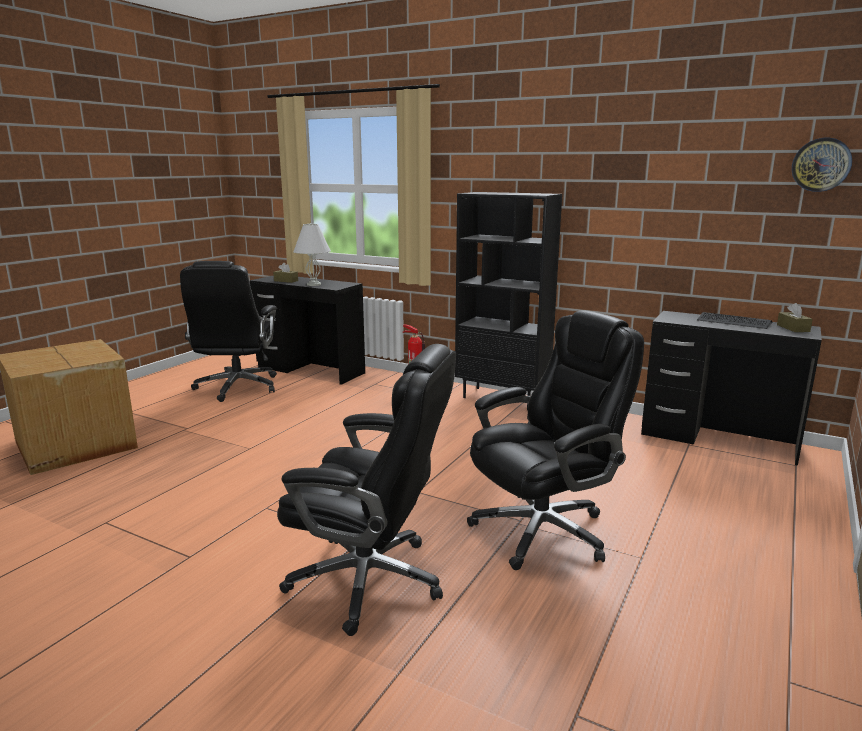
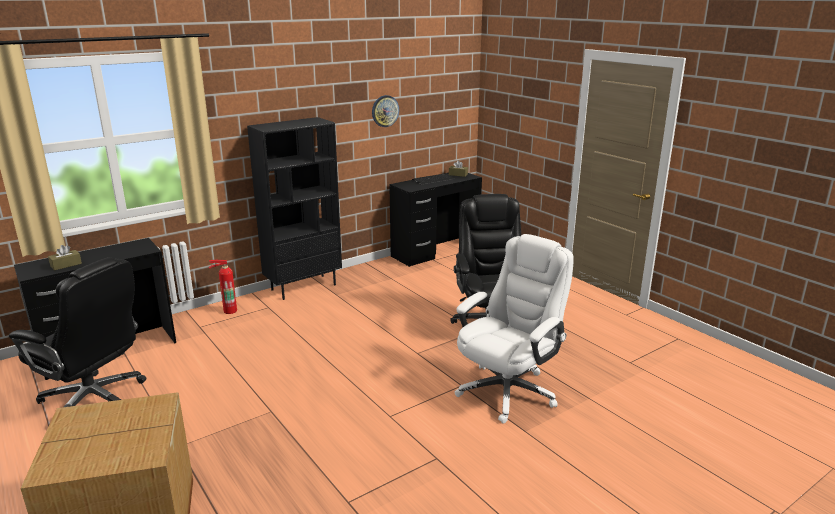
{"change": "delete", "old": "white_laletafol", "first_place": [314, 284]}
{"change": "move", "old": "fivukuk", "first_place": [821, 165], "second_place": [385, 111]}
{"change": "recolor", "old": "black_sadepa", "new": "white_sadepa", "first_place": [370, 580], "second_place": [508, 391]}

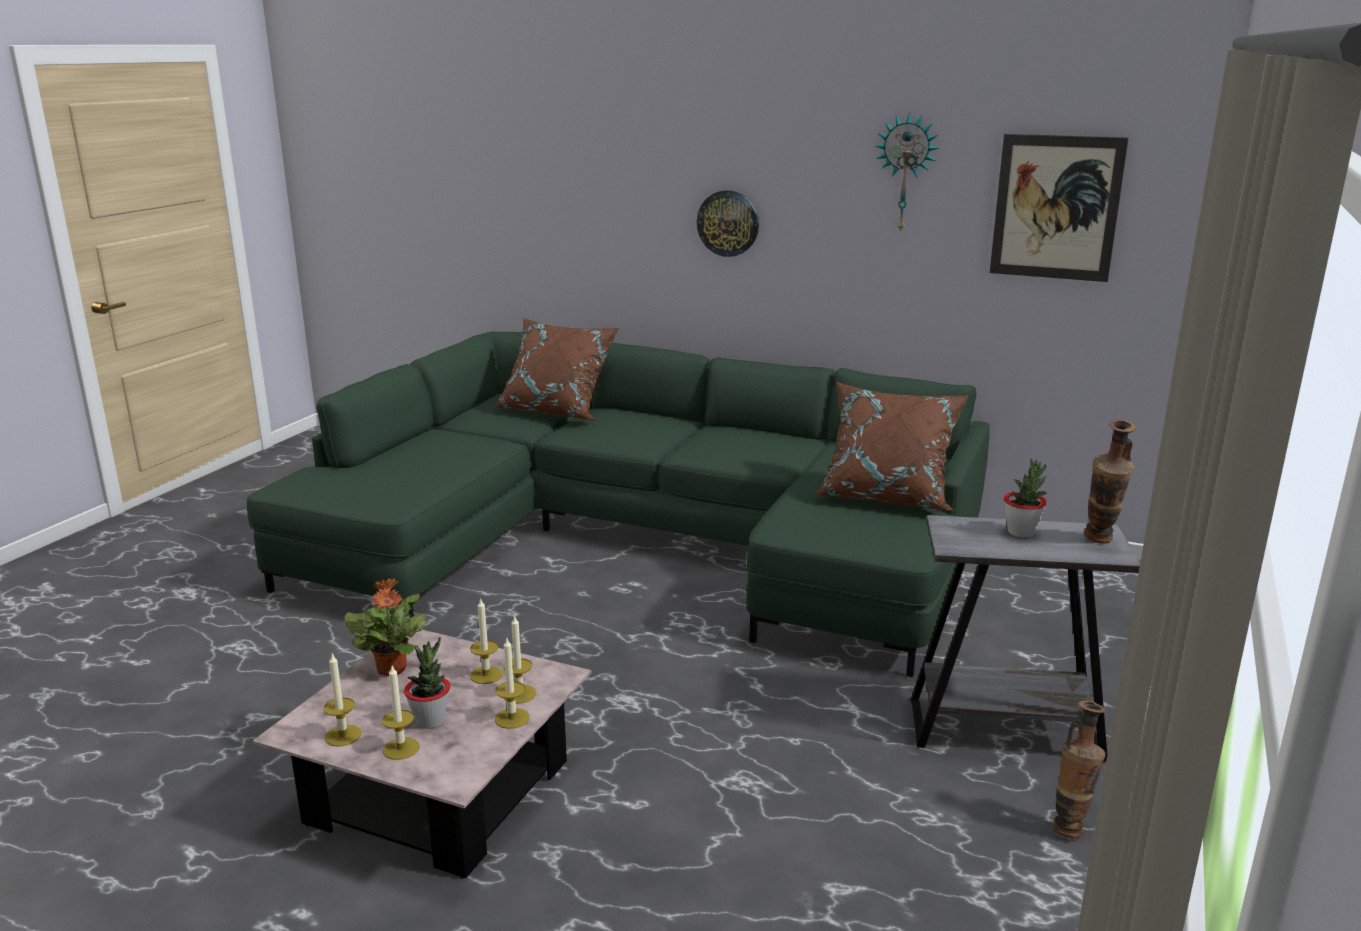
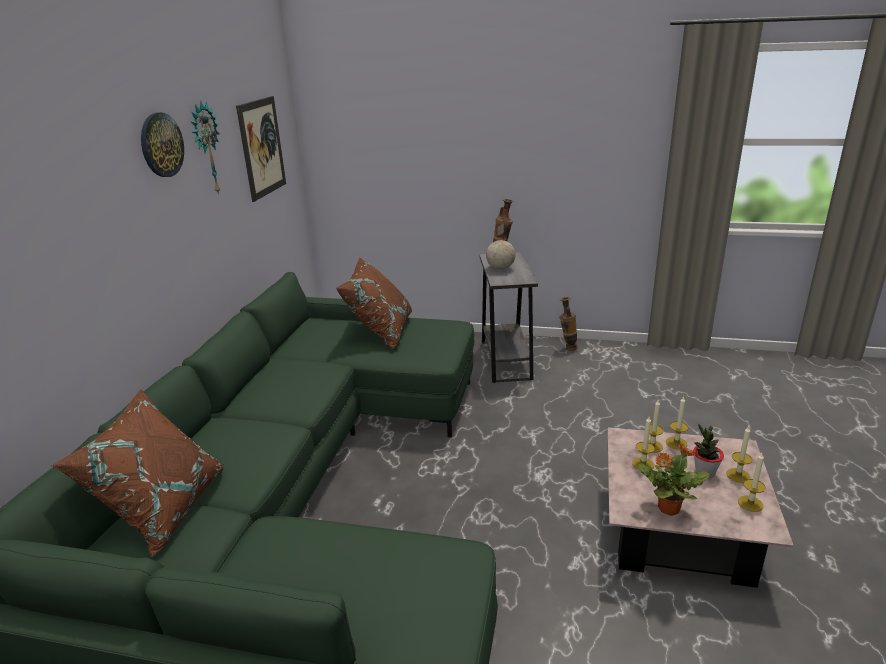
{"change": "move", "old": "fivukuk", "first_place": [728, 223], "second_place": [161, 145]}
{"change": "replace", "old": "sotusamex", "new": "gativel", "first_place": [1021, 532], "second_place": [501, 268]}

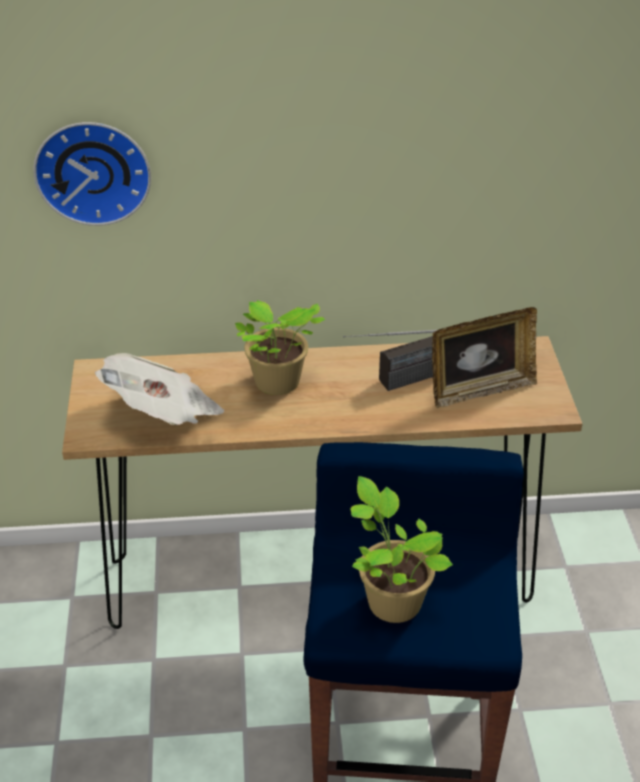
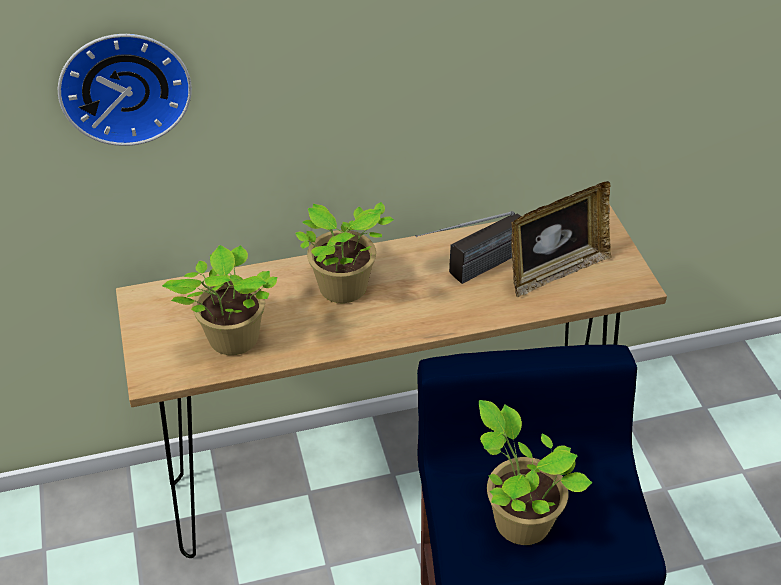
{"change": "replace", "old": "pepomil", "new": "sotusamex", "first_place": [164, 414], "second_place": [231, 340]}

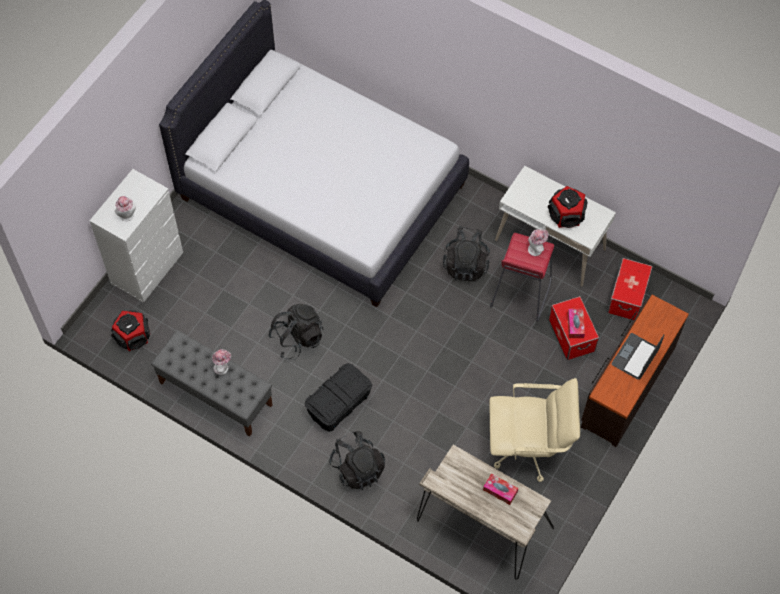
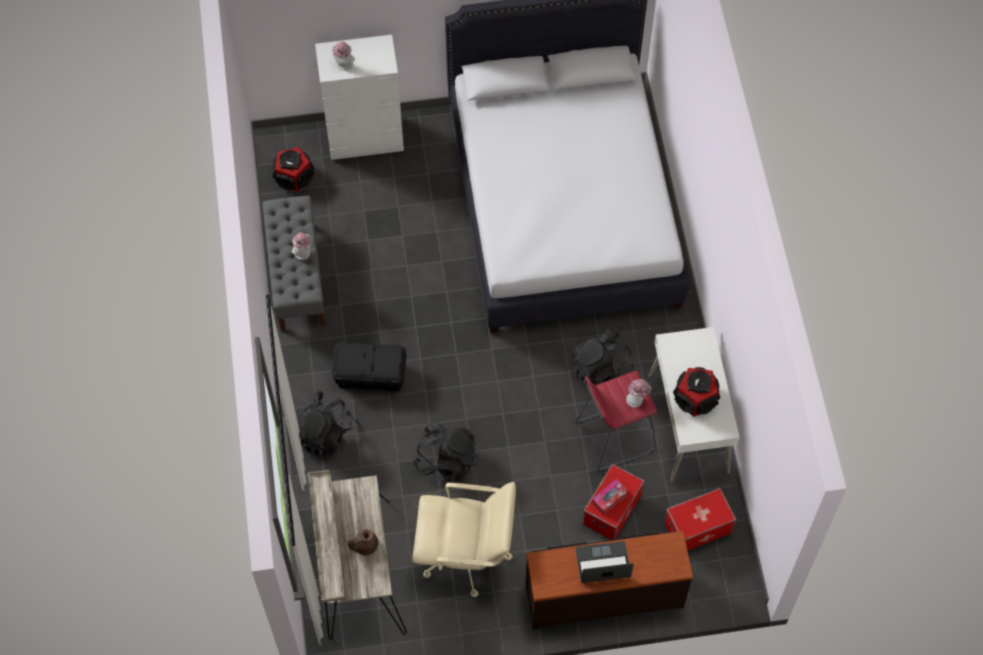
{"change": "move", "old": "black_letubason", "first_place": [297, 338], "second_place": [446, 460]}
{"change": "replace", "old": "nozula", "new": "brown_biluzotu", "first_place": [500, 491], "second_place": [364, 545]}
{"change": "rotate", "old": "beige_sadepa", "first_place": [528, 447], "second_place": [466, 555], "degrees": -45}

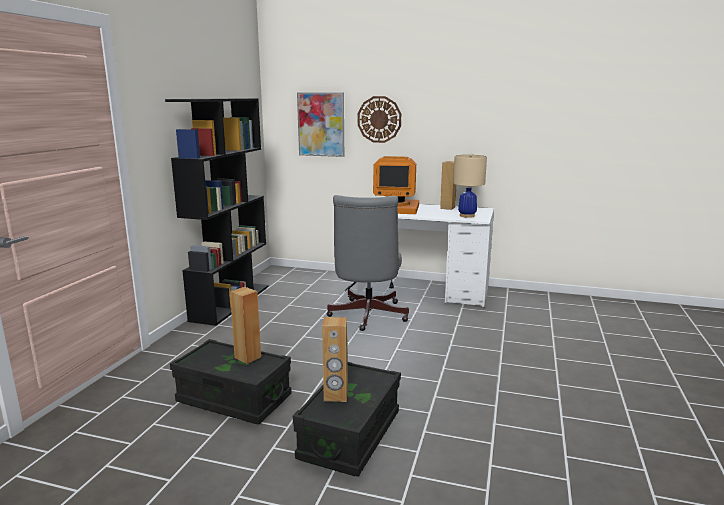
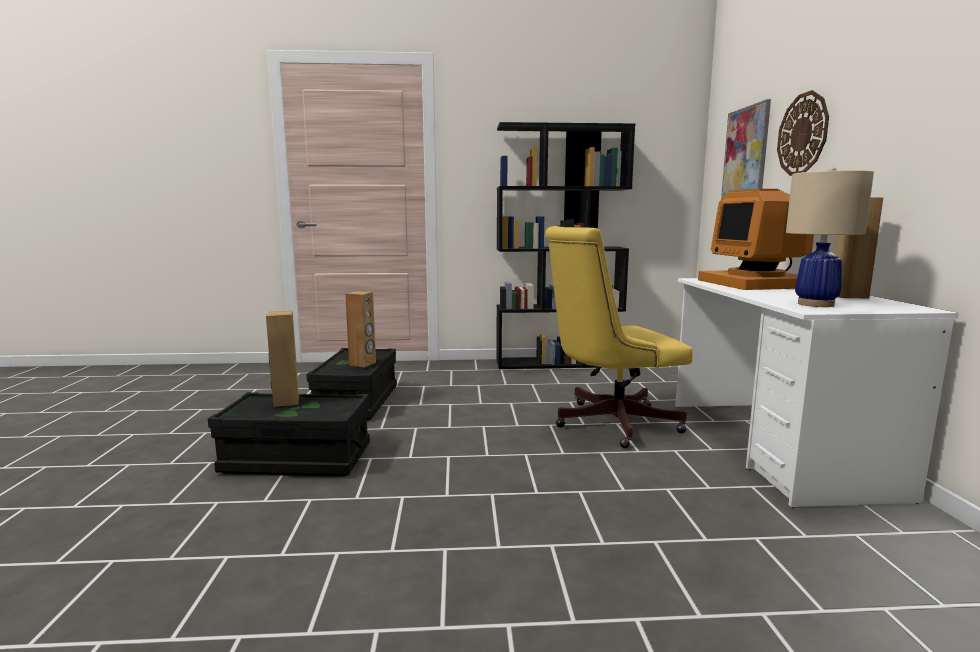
{"change": "recolor", "old": "grey_sadepa", "new": "yellow_sadepa", "first_place": [367, 316], "second_place": [608, 423]}

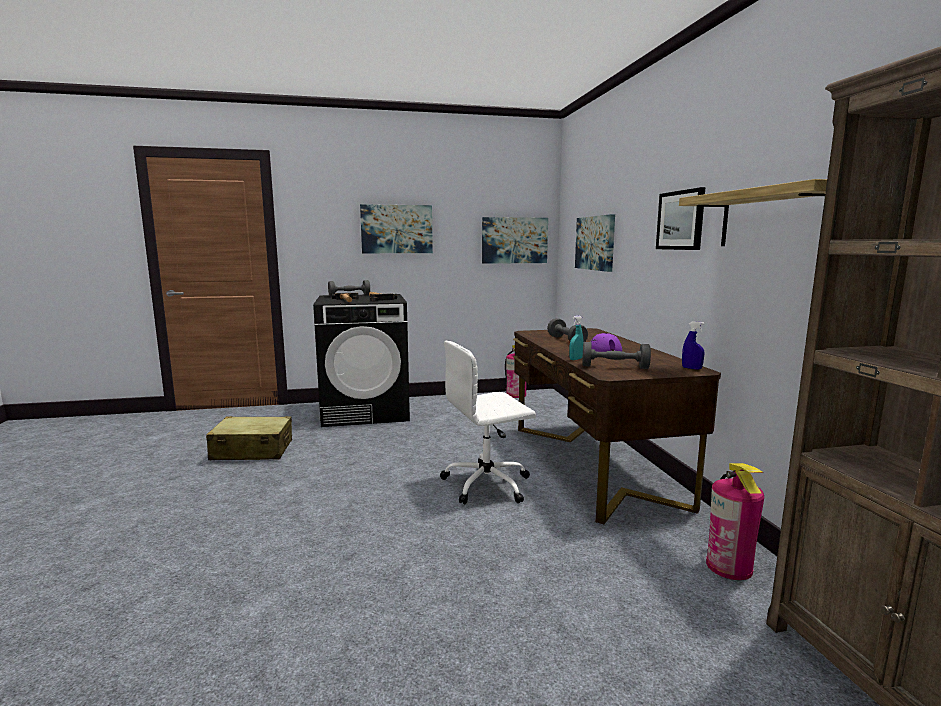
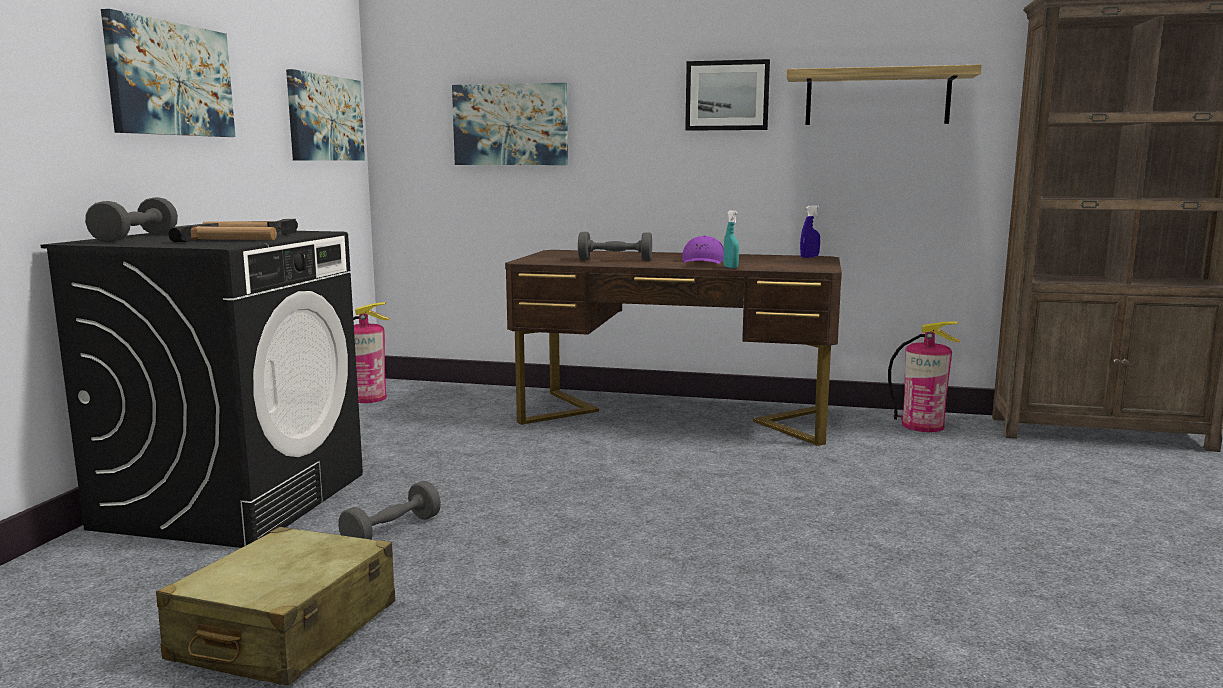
{"change": "delete", "old": "white_sadepa", "first_place": [488, 484]}
{"change": "move", "old": "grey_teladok", "first_place": [614, 367], "second_place": [392, 531]}

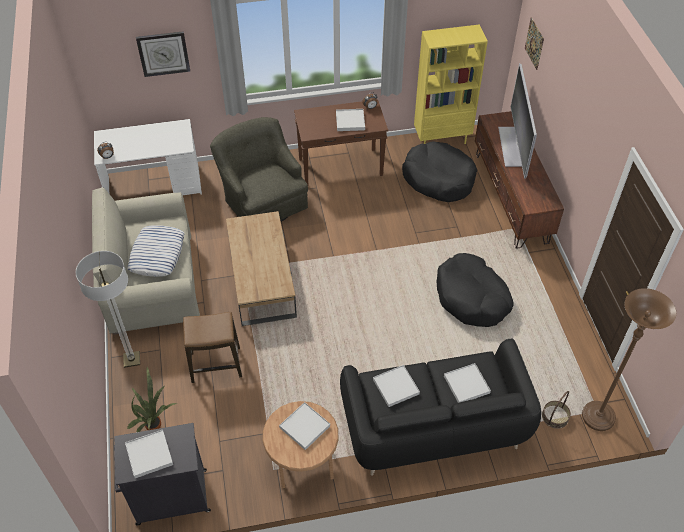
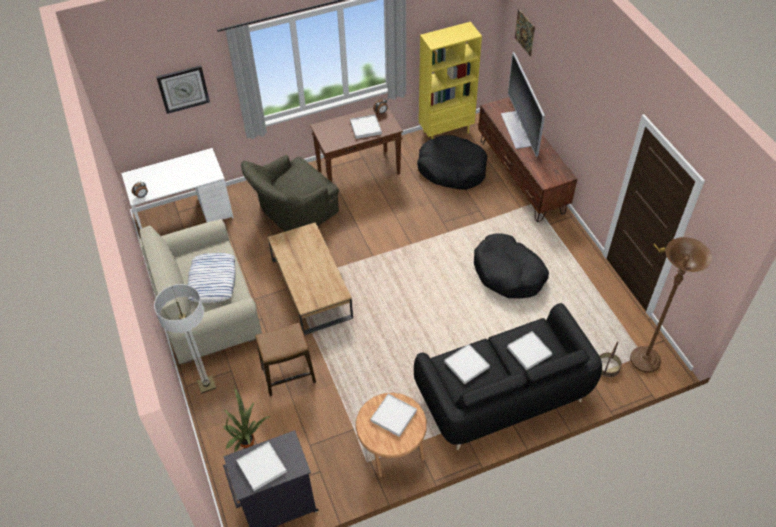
{"change": "rotate", "old": "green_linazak", "first_place": [263, 199], "second_place": [293, 213], "degrees": -90}

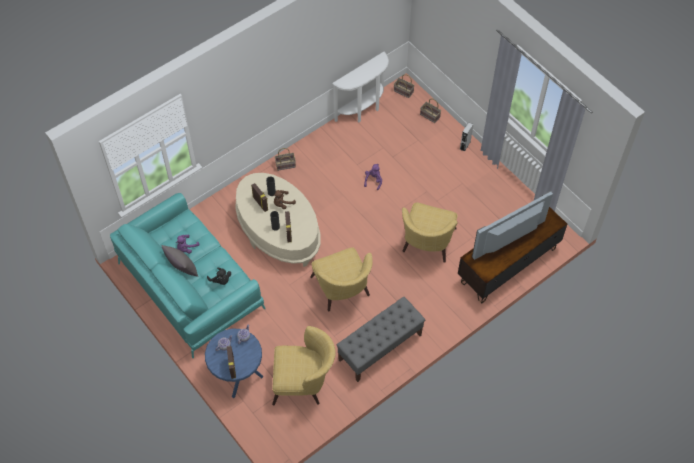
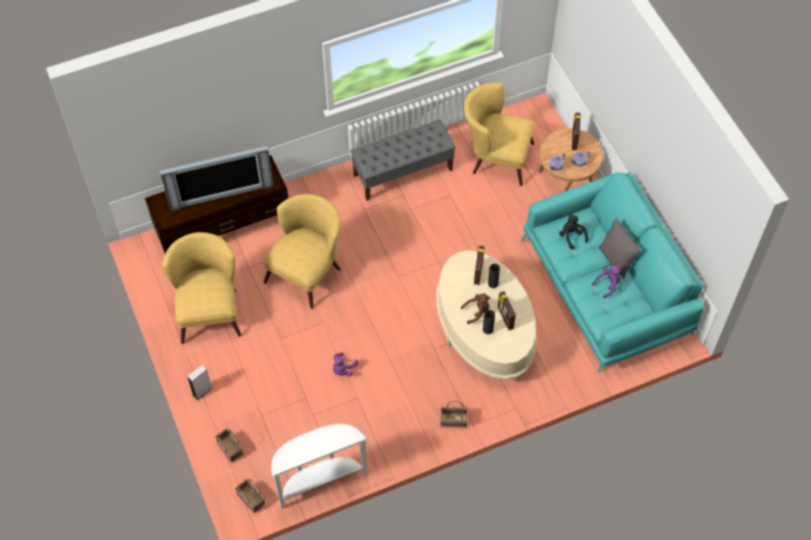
{"change": "move", "old": "yellow_linazak", "first_place": [342, 291], "second_place": [209, 309]}
{"change": "recolor", "old": "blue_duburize", "new": "brown_duburize", "first_place": [236, 372], "second_place": [566, 182]}

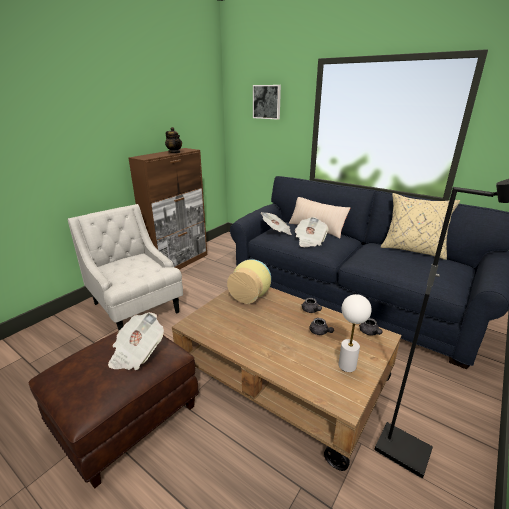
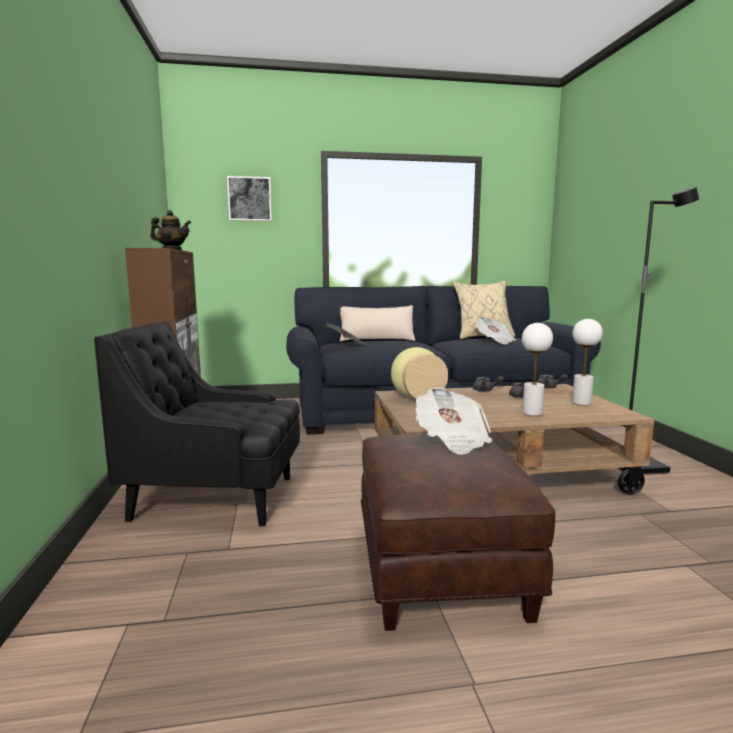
{"change": "insert", "new": "white_laletafol", "second_place": [532, 413]}
{"change": "move", "old": "pepomil", "first_place": [309, 241], "second_place": [495, 341]}
{"change": "recolor", "old": "white_linazak", "new": "black_linazak", "first_place": [136, 308], "second_place": [217, 497]}

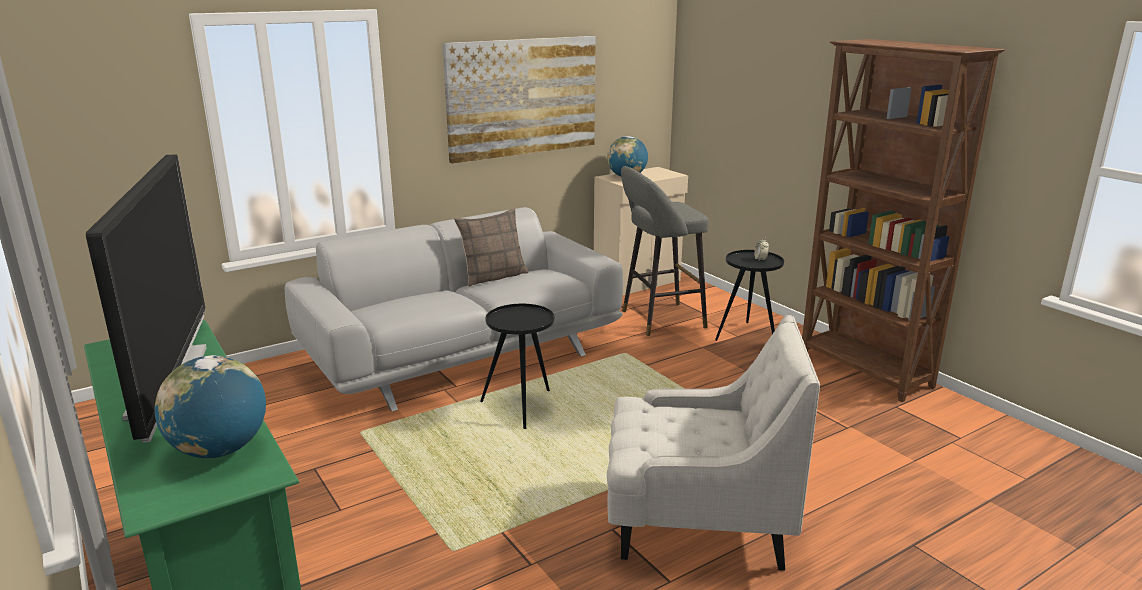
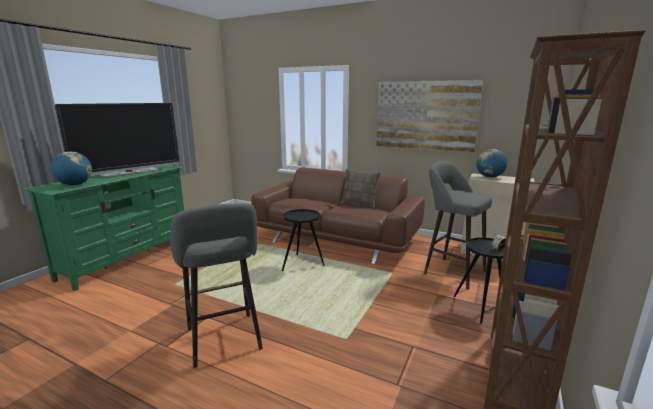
{"change": "replace", "old": "white_linazak", "new": "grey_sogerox", "first_place": [696, 523], "second_place": [225, 341]}
{"change": "recolor", "old": "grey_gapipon", "new": "brown_gapipon", "first_place": [464, 353], "second_place": [337, 239]}

